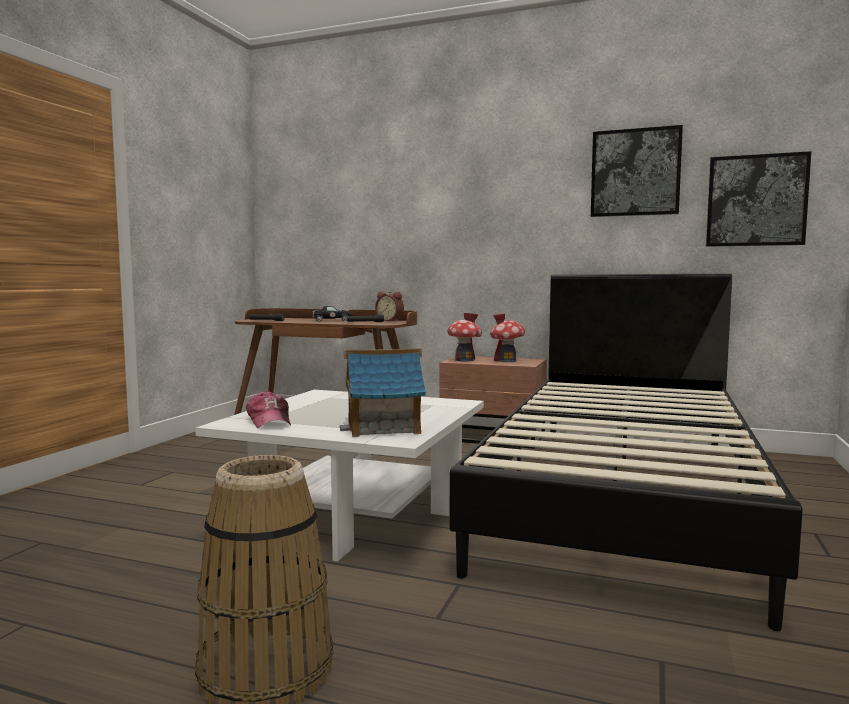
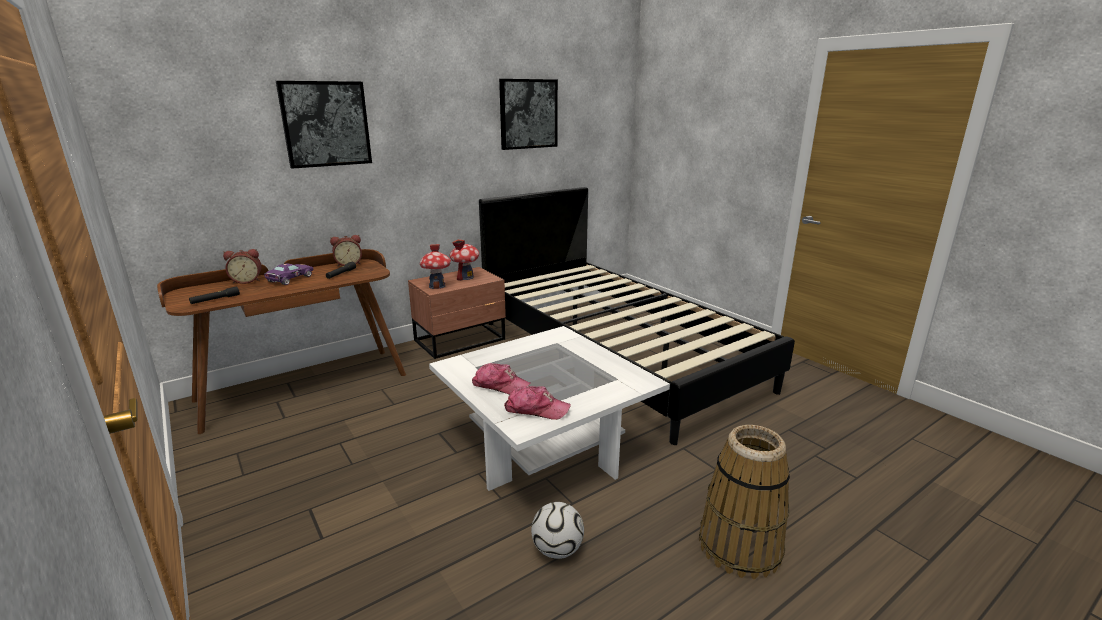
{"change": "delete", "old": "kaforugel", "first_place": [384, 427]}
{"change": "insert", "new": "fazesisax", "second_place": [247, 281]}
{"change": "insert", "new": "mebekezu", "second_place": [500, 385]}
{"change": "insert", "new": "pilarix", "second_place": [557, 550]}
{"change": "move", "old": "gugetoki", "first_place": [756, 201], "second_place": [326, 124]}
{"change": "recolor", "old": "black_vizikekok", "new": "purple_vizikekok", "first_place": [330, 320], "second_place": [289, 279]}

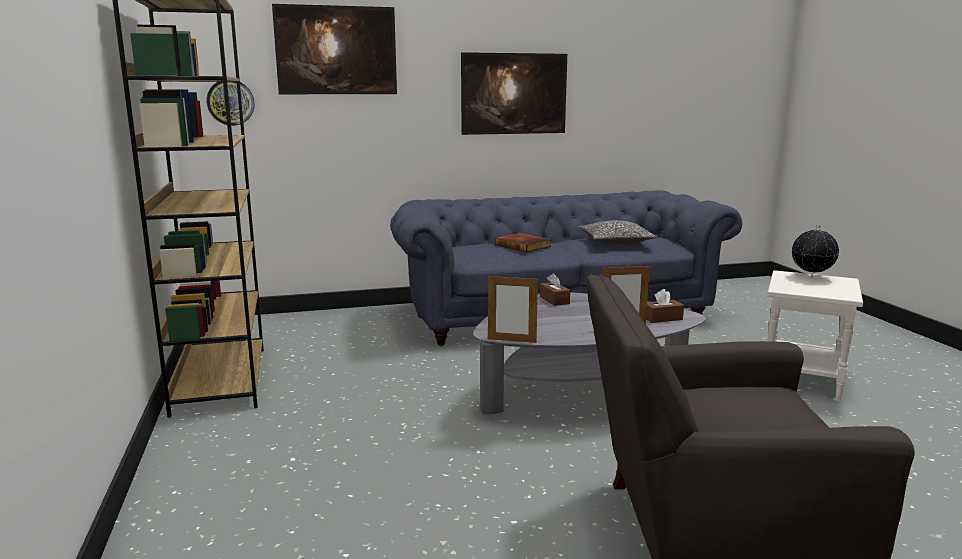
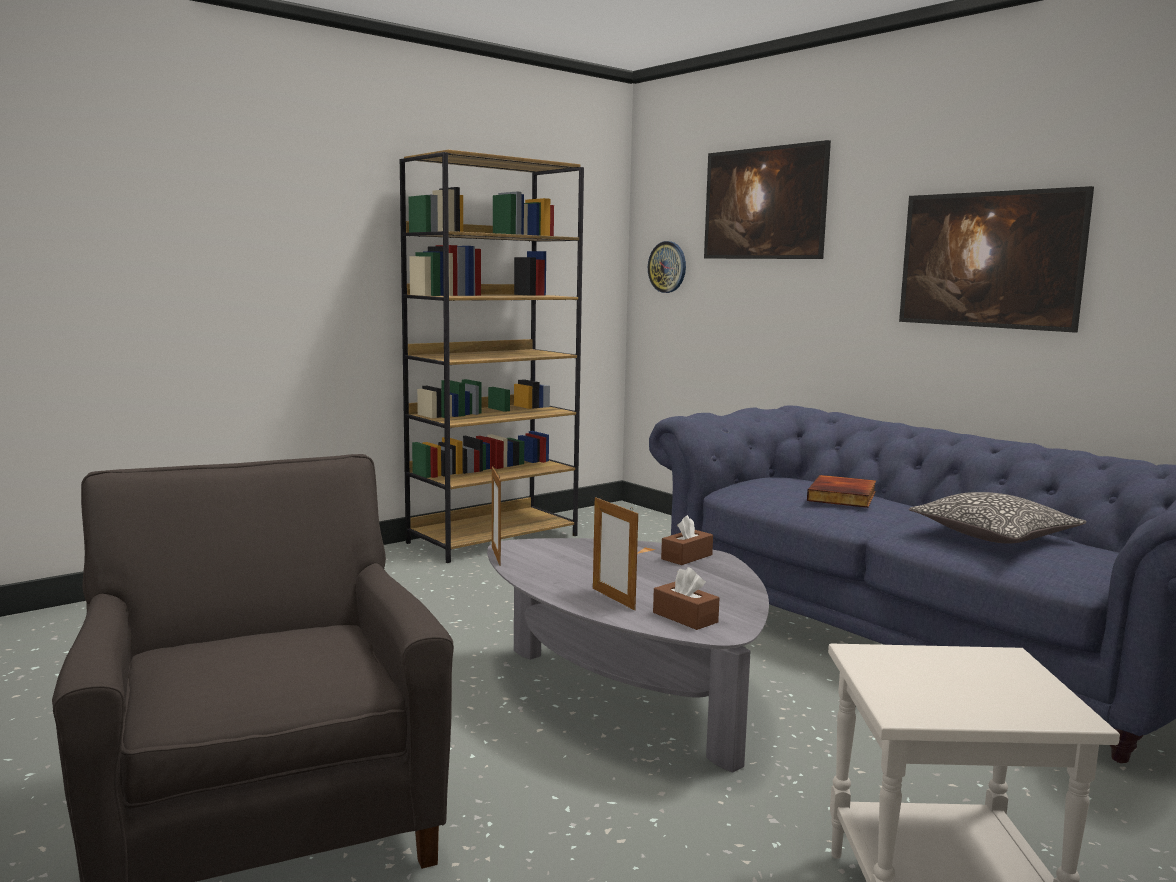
{"change": "delete", "old": "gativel", "first_place": [811, 277]}

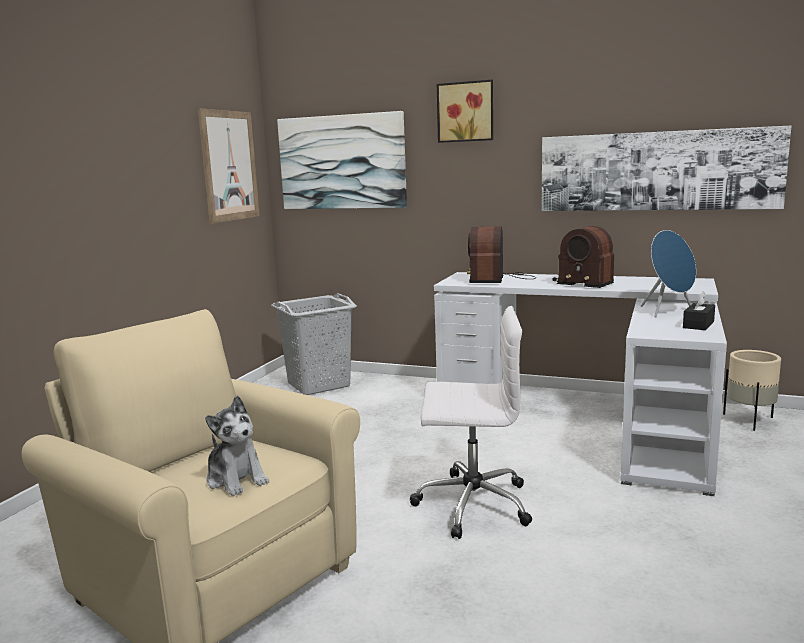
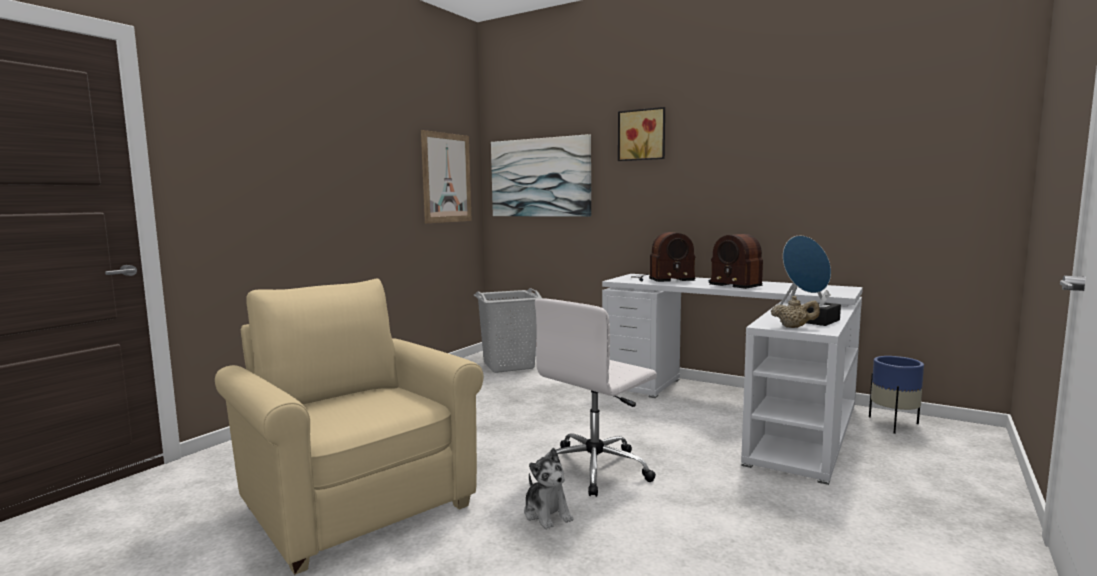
{"change": "delete", "old": "gugetoki", "first_place": [657, 171]}
{"change": "insert", "new": "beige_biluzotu", "second_place": [794, 327]}
{"change": "move", "old": "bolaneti", "first_place": [236, 479], "second_place": [547, 514]}
{"change": "recolor", "old": "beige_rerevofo", "new": "blue_rerevofo", "first_place": [750, 420], "second_place": [894, 424]}
{"change": "rotate", "old": "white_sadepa", "first_place": [471, 504], "second_place": [596, 468], "degrees": 120}
{"change": "rotate", "old": "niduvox", "first_place": [498, 279], "second_place": [661, 279], "degrees": -120}

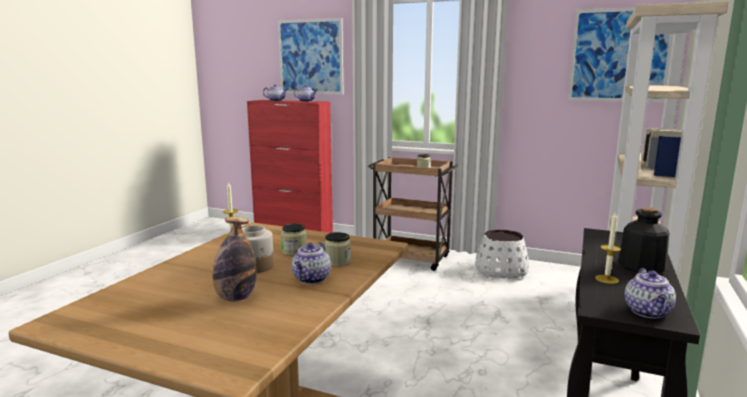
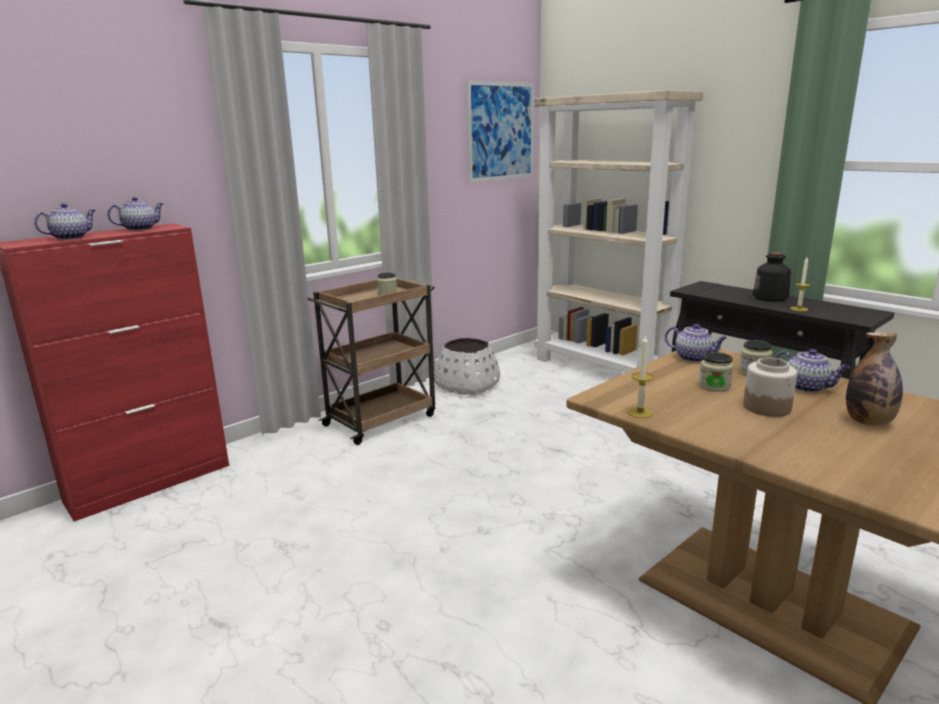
{"change": "delete", "old": "gugetoki", "first_place": [310, 57]}
{"change": "move", "old": "biluzotu", "first_place": [648, 312], "second_place": [694, 358]}

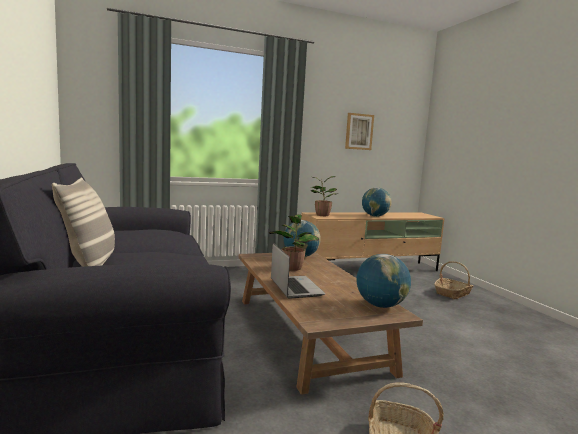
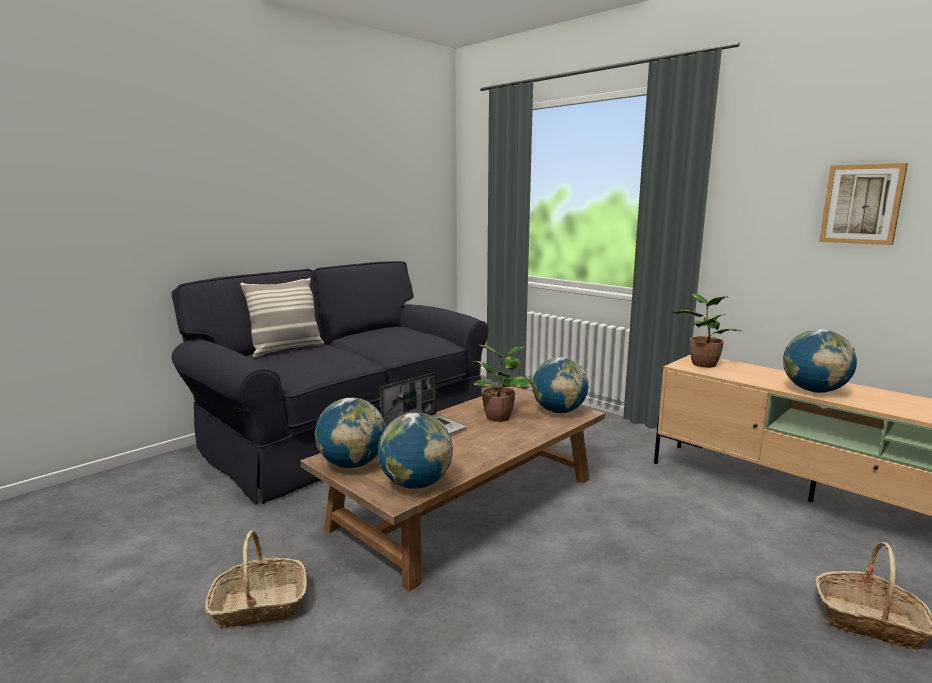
{"change": "insert", "new": "gativel", "second_place": [352, 464]}

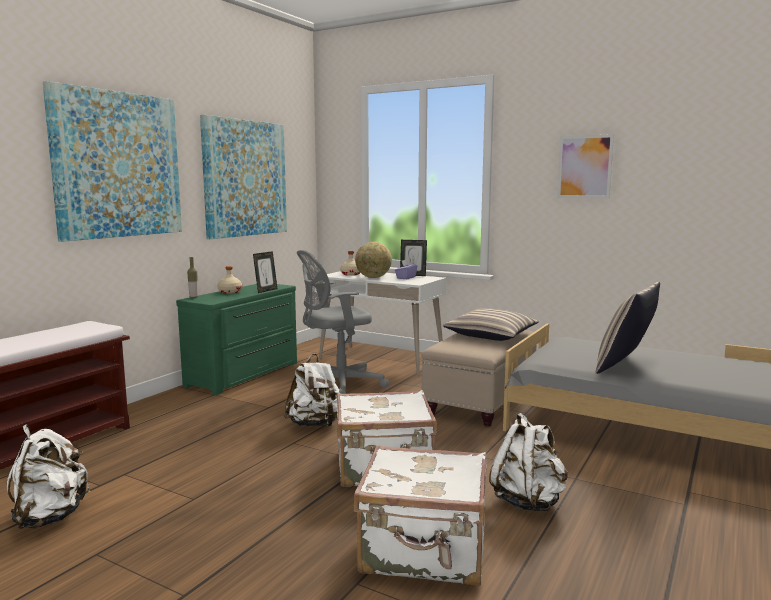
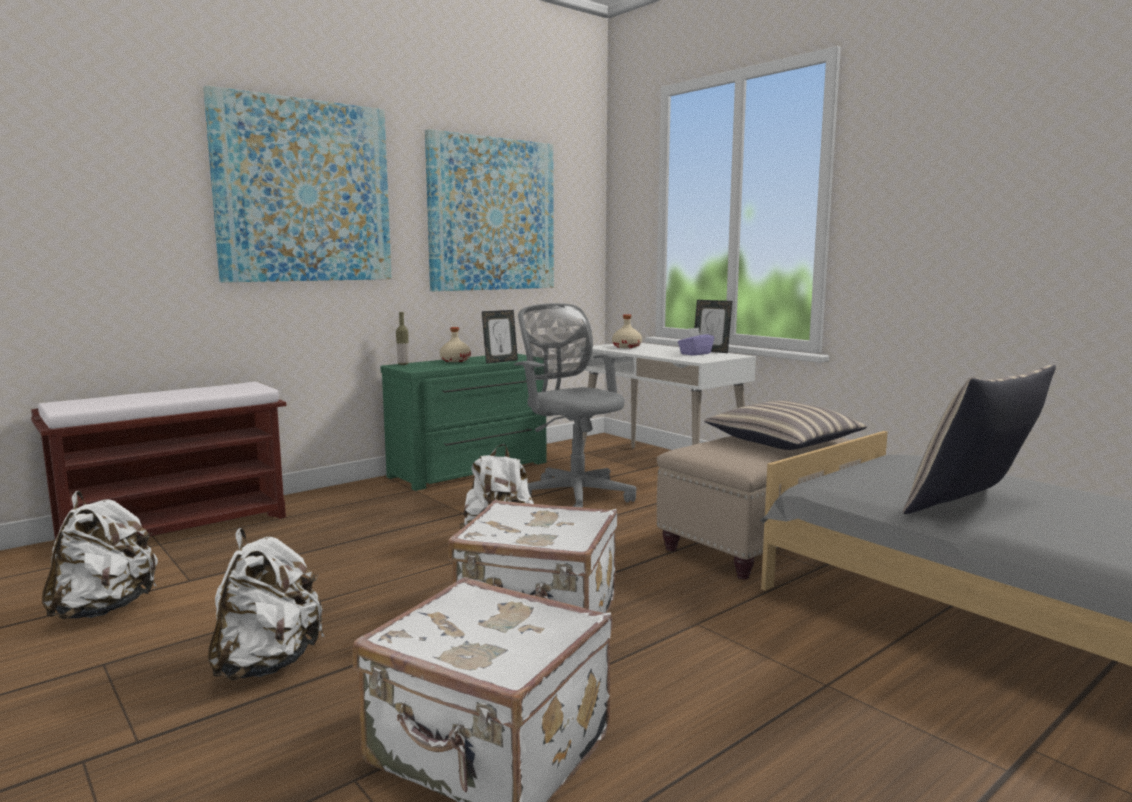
{"change": "delete", "old": "gativel", "first_place": [373, 278]}
{"change": "delete", "old": "gugetoki", "first_place": [584, 167]}
{"change": "move", "old": "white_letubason", "first_place": [528, 501], "second_place": [268, 664]}
{"change": "rotate", "old": "grey_sadepa", "first_place": [337, 385], "second_place": [574, 495], "degrees": 60}

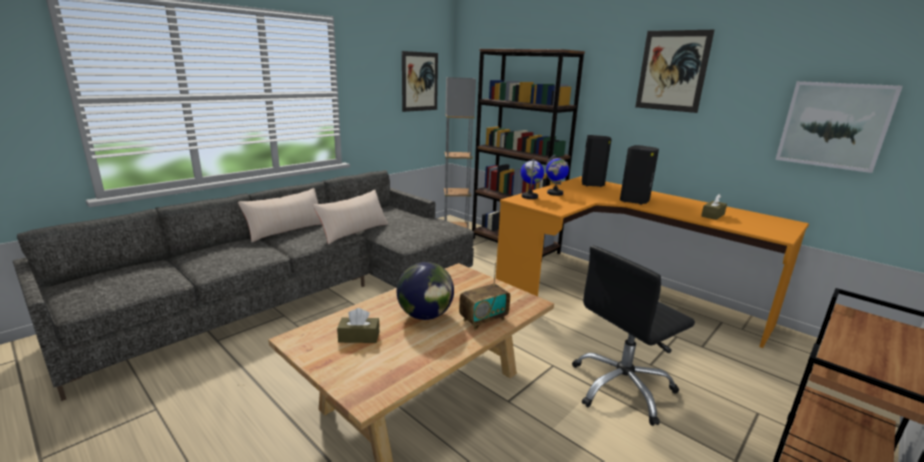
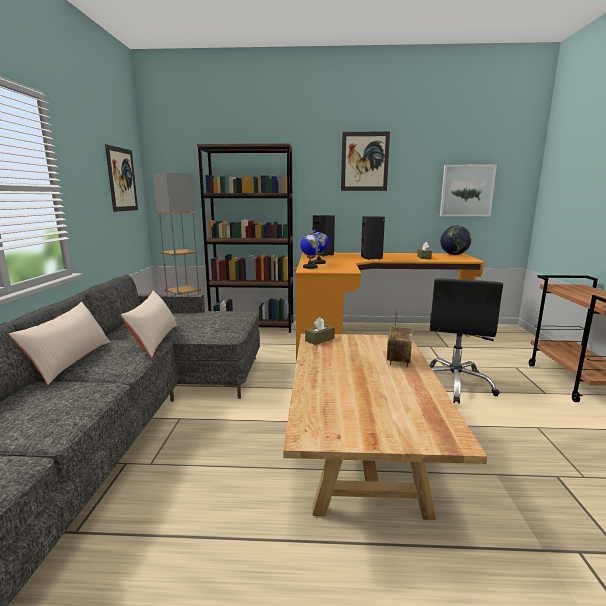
{"change": "move", "old": "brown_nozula", "first_place": [359, 337], "second_place": [320, 339]}
{"change": "move", "old": "gativel", "first_place": [425, 315], "second_place": [454, 254]}

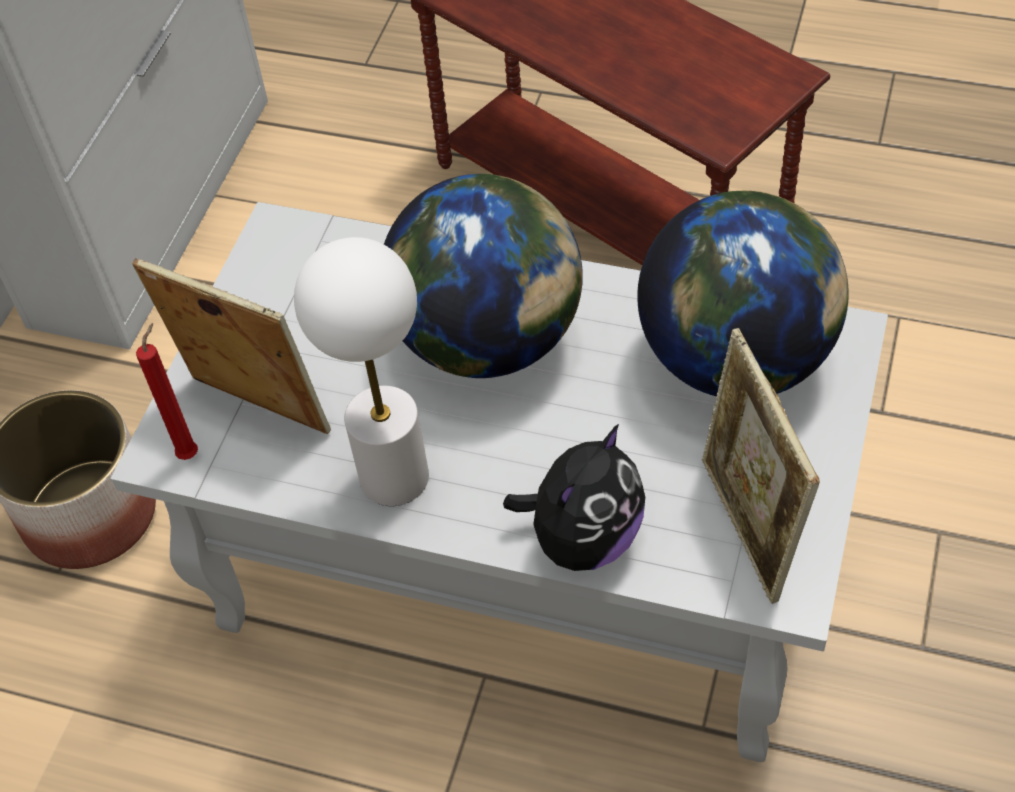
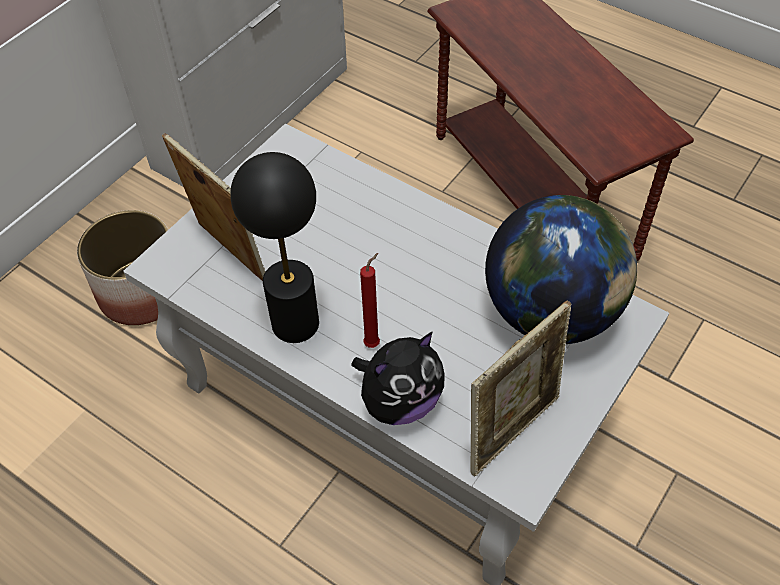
{"change": "delete", "old": "gativel", "first_place": [489, 339]}
{"change": "move", "old": "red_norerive", "first_place": [191, 453], "second_place": [374, 343]}
{"change": "recolor", "old": "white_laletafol", "new": "black_laletafol", "first_place": [395, 478], "second_place": [295, 324]}
{"change": "rotate", "old": "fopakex", "first_place": [747, 528], "second_place": [512, 430], "degrees": -135}

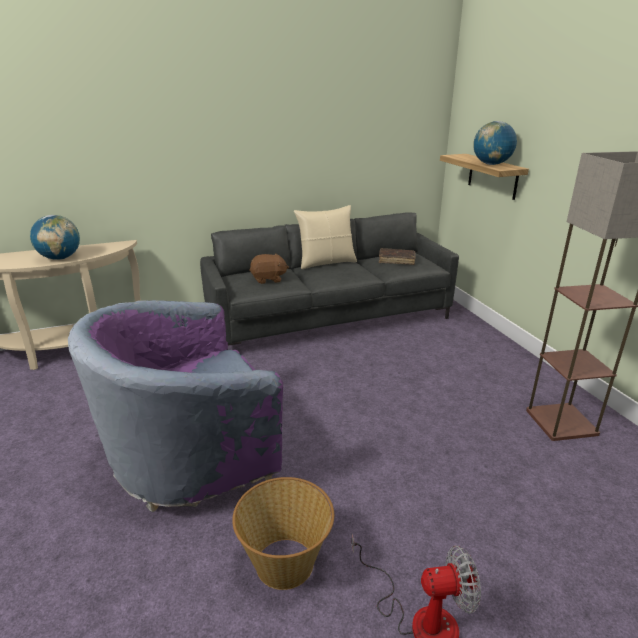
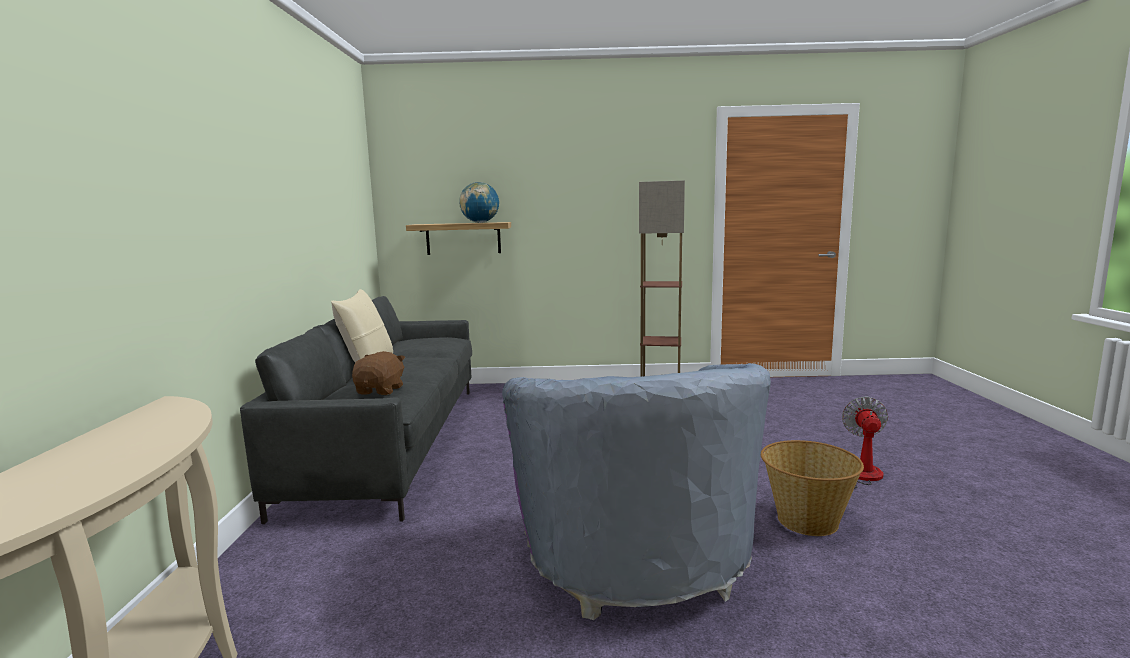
{"change": "delete", "old": "gativel", "first_place": [60, 258]}
{"change": "delete", "old": "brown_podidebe", "first_place": [396, 260]}

